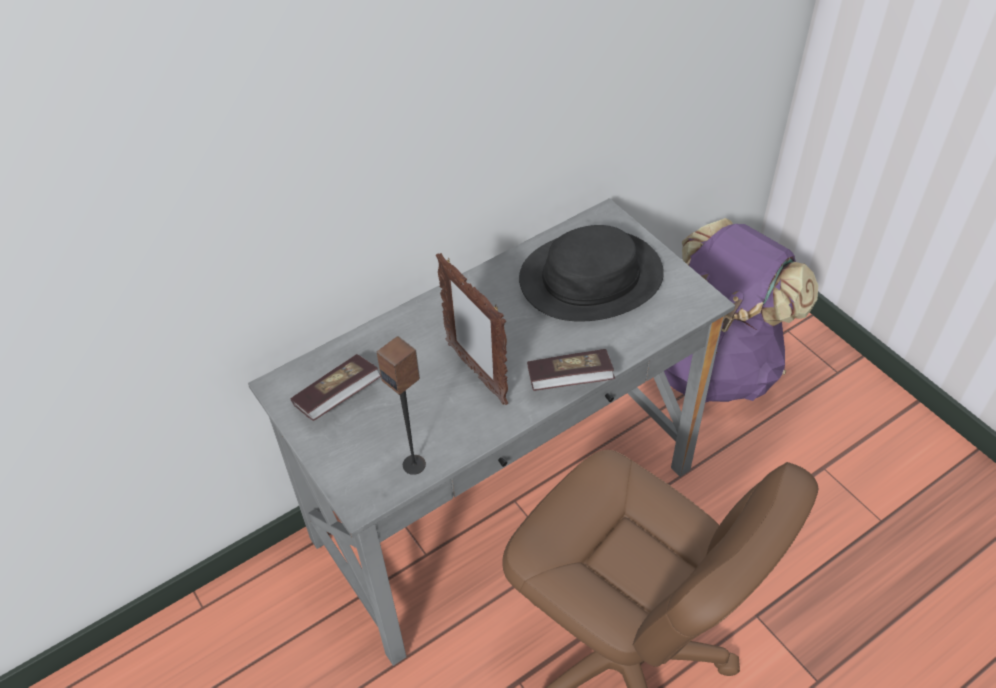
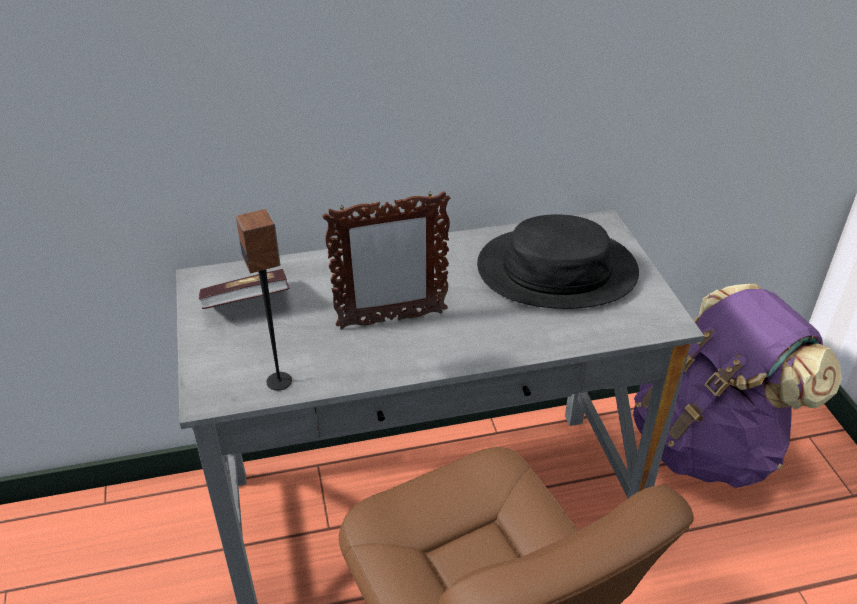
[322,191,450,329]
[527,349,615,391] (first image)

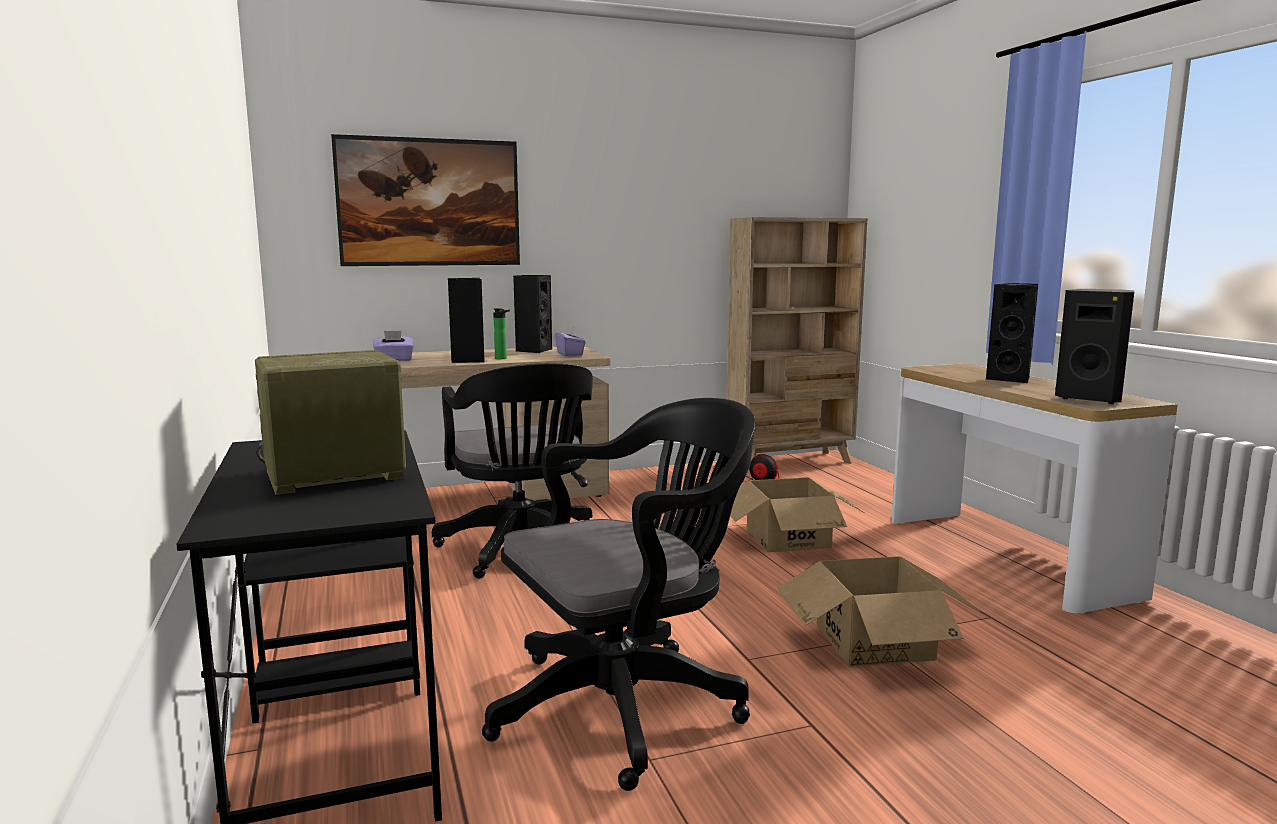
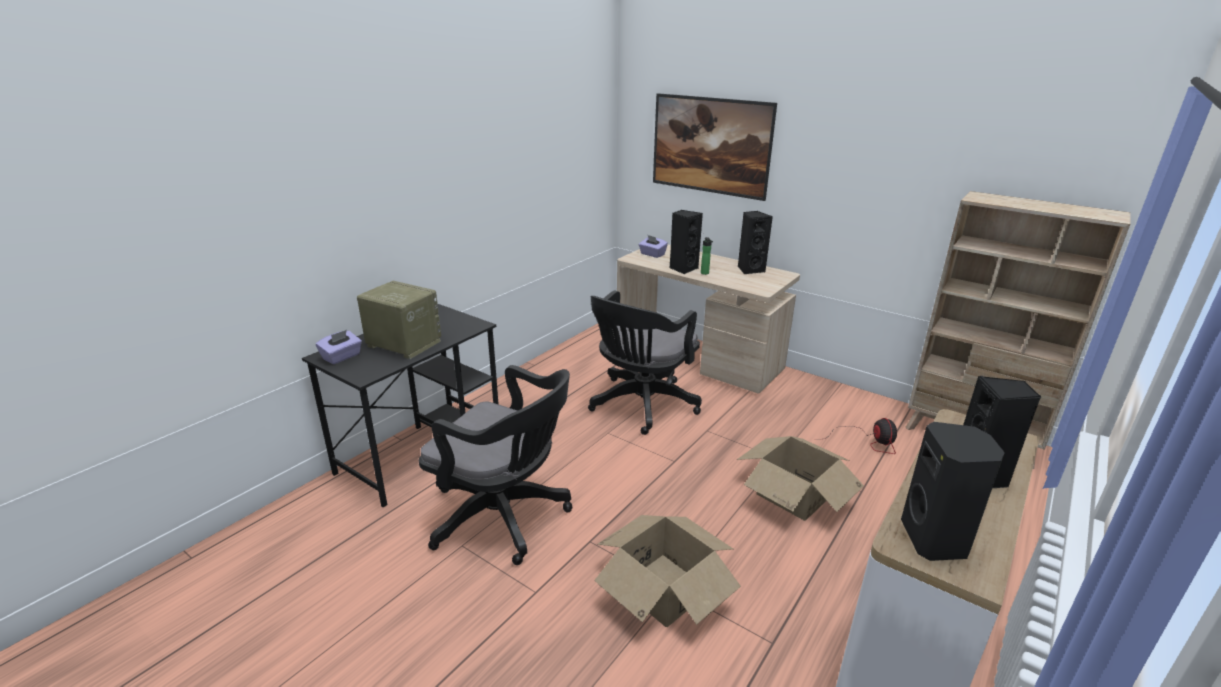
[316,330,362,364]

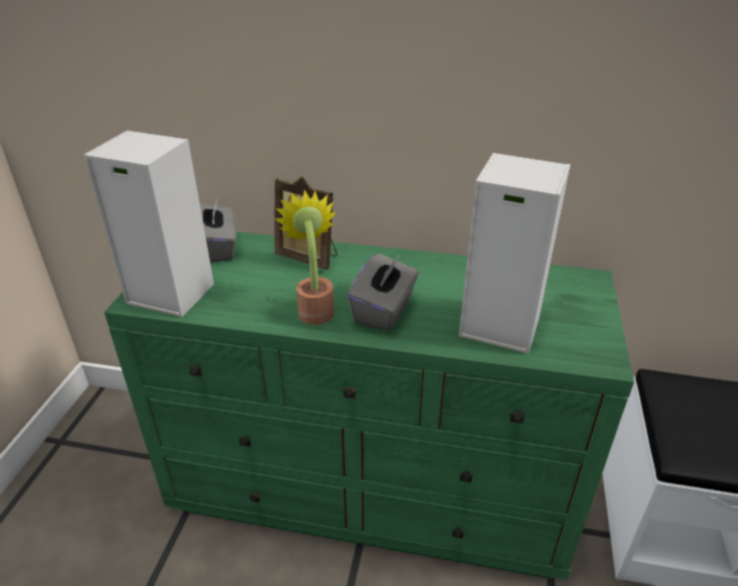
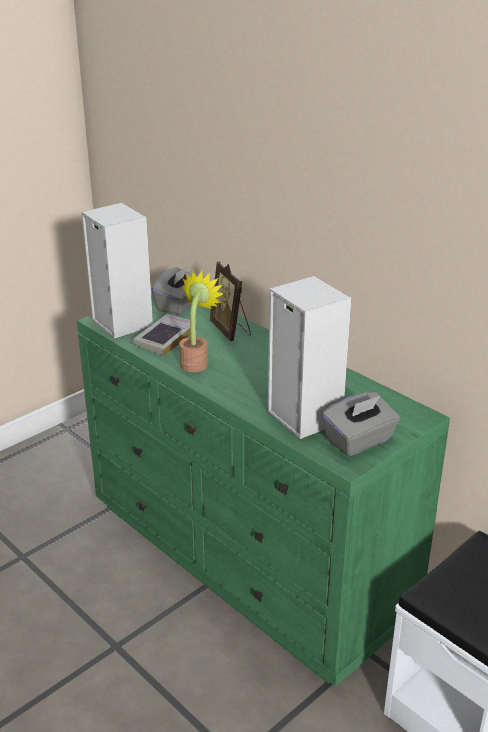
[322,392,400,456]
[133,314,197,356]

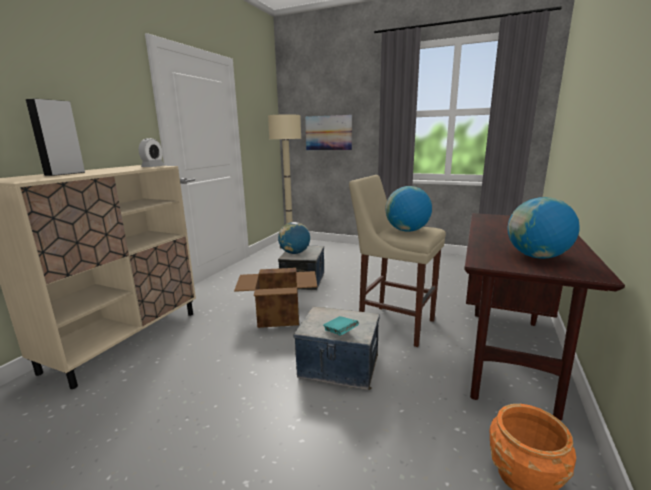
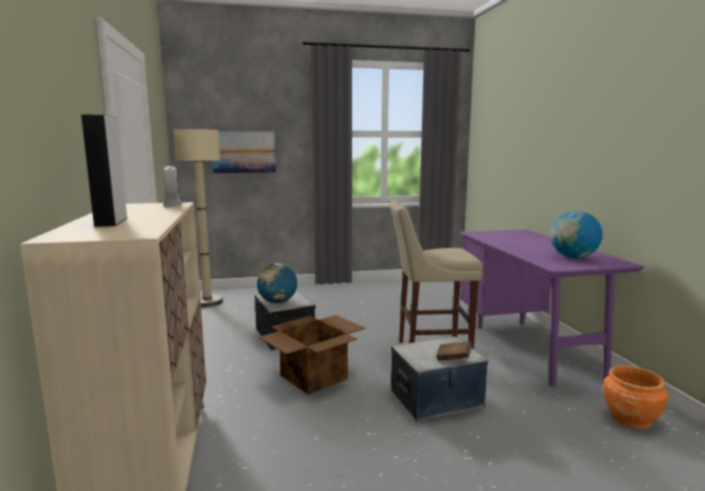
[385,186,432,232] (first image)
[459,229,644,386]
[436,341,472,361]

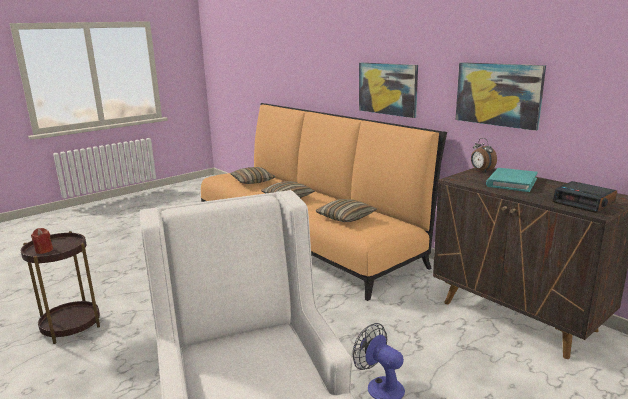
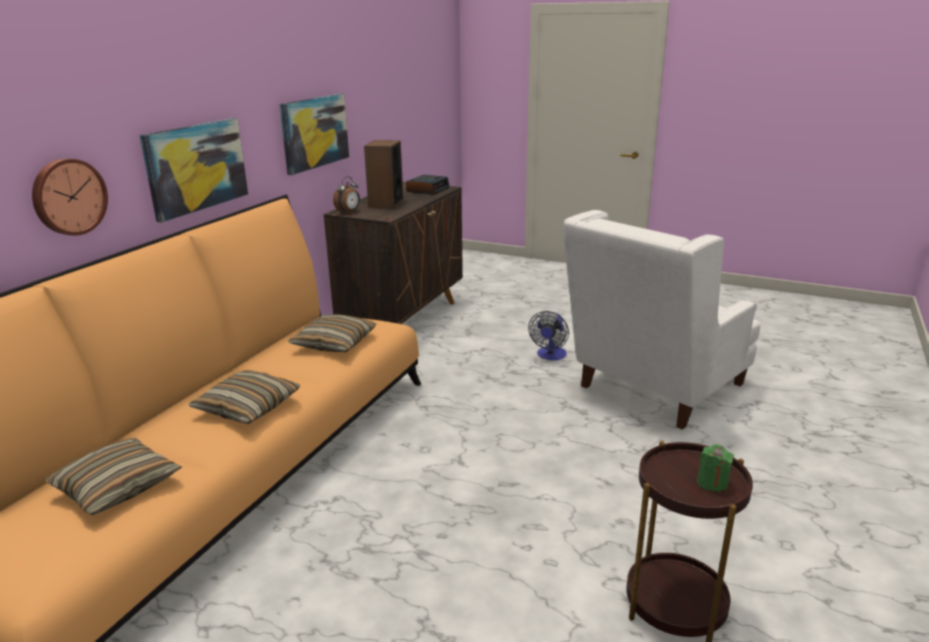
[364,140,403,209]
[697,444,734,492]
[32,158,108,236]

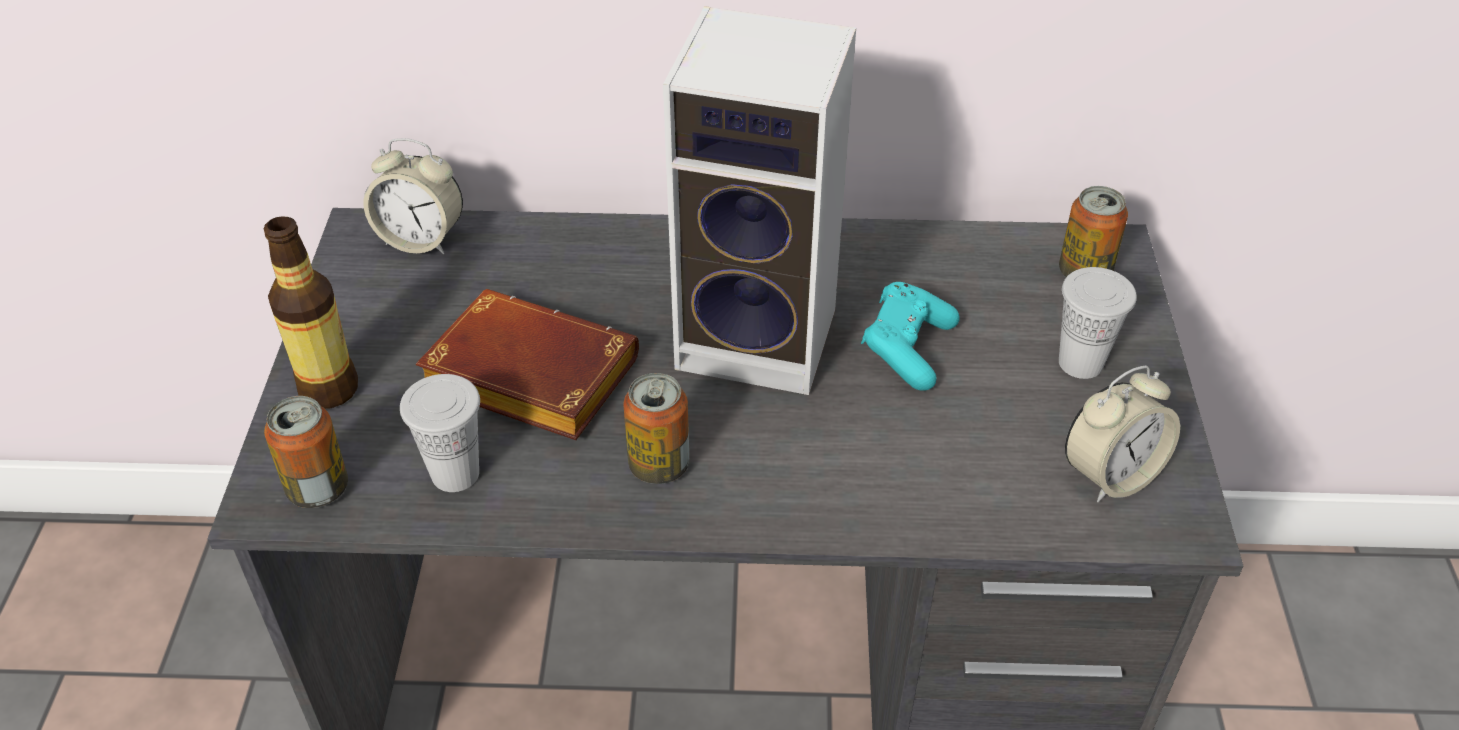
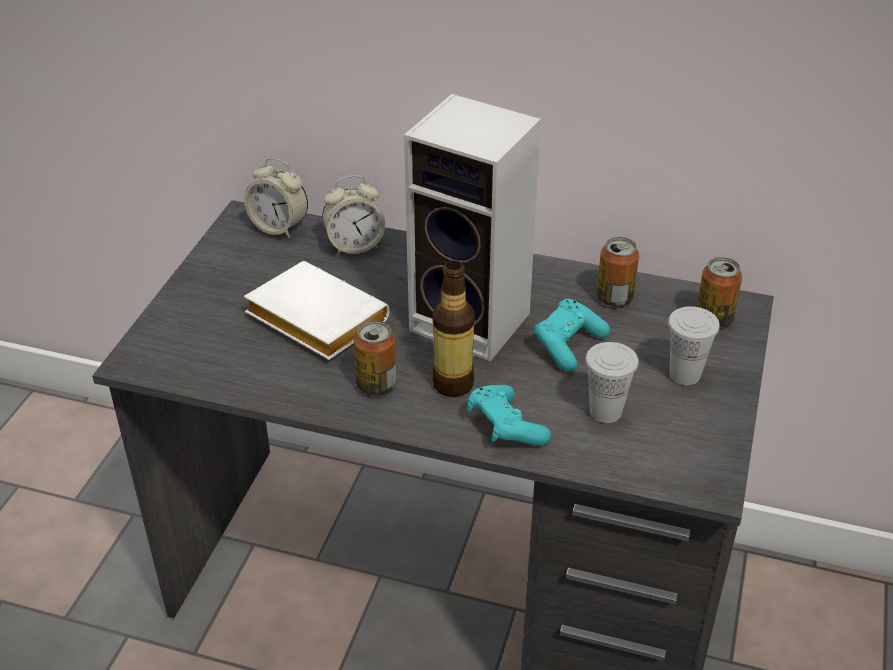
[432,261,475,397]
[244,261,390,360]
[322,175,385,255]
[586,342,639,423]
[596,237,639,307]
[467,385,551,446]

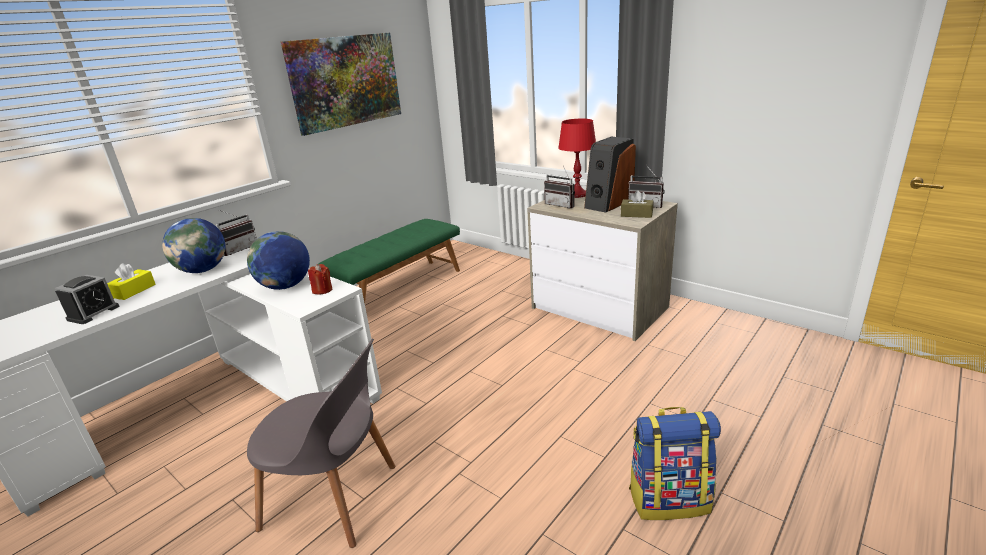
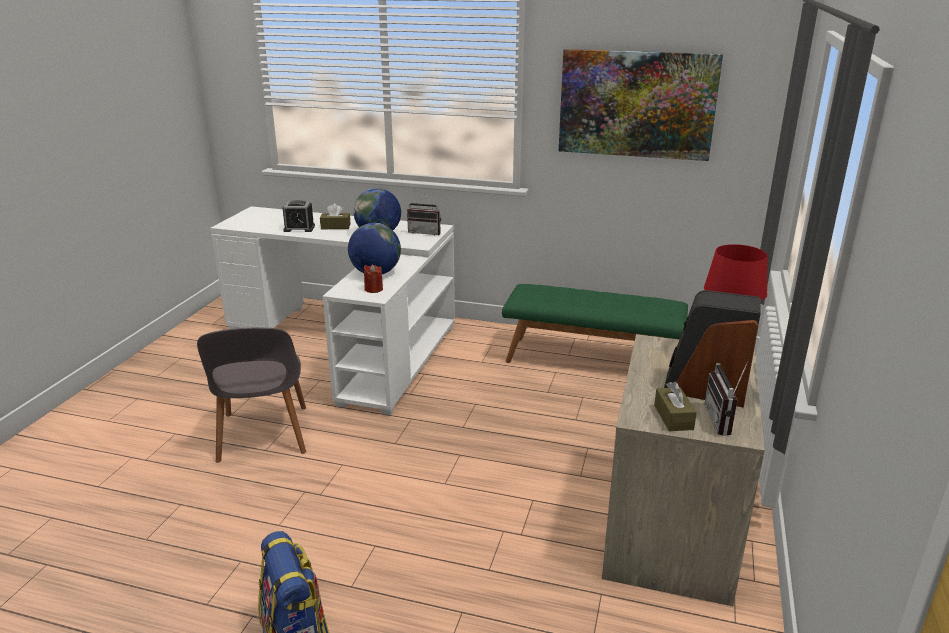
[544,166,575,208] (first image)
[320,204,351,229]

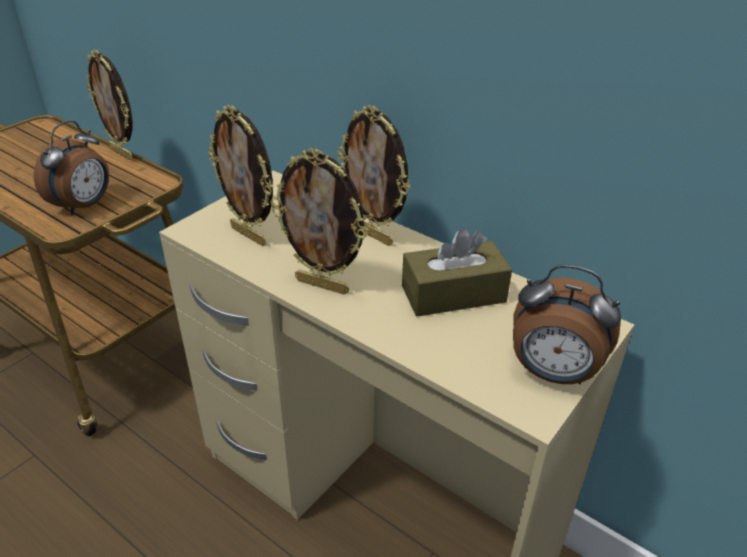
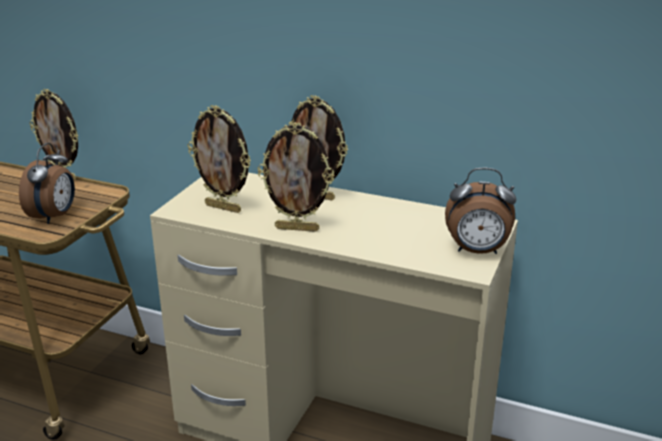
[402,228,512,317] (first image)

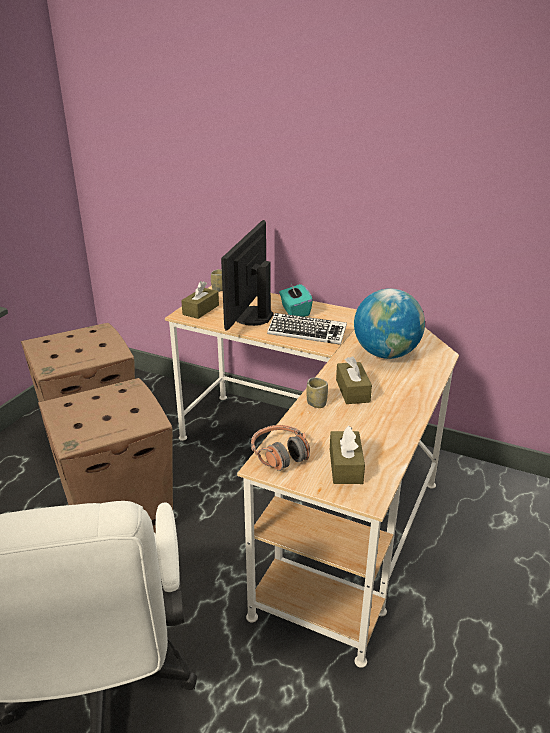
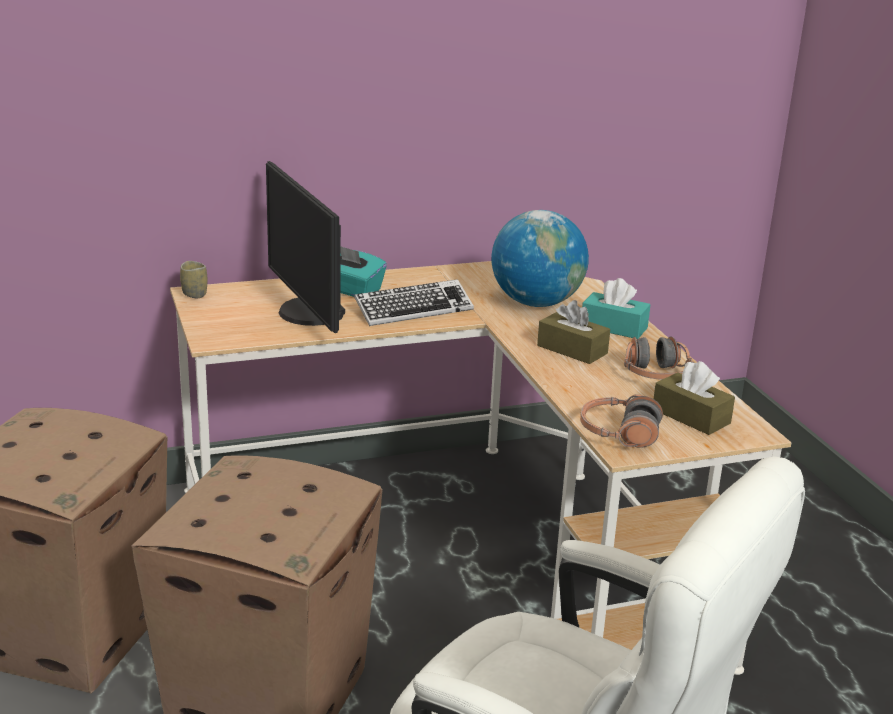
[181,281,219,319] (first image)
[306,378,328,408] (first image)
[582,278,651,339]
[624,336,694,380]

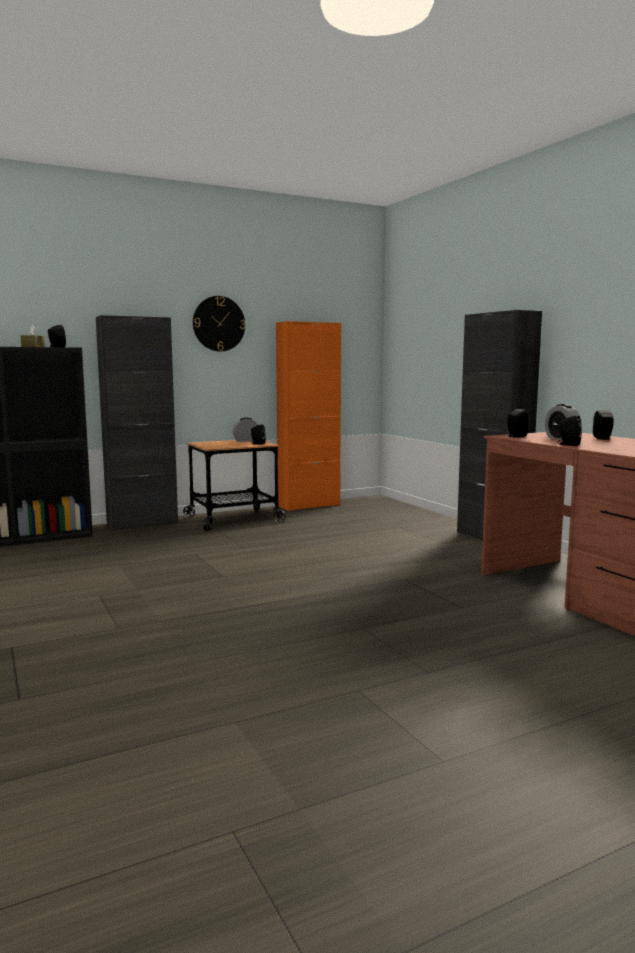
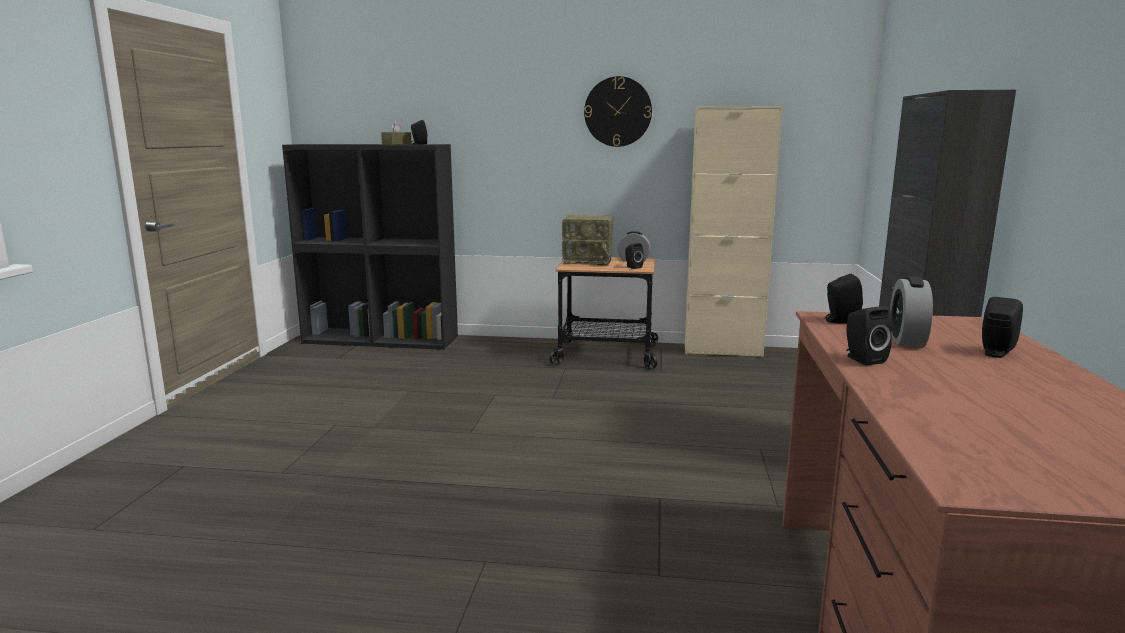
[96,315,178,531] (first image)
[685,106,782,358]
[562,215,613,266]

